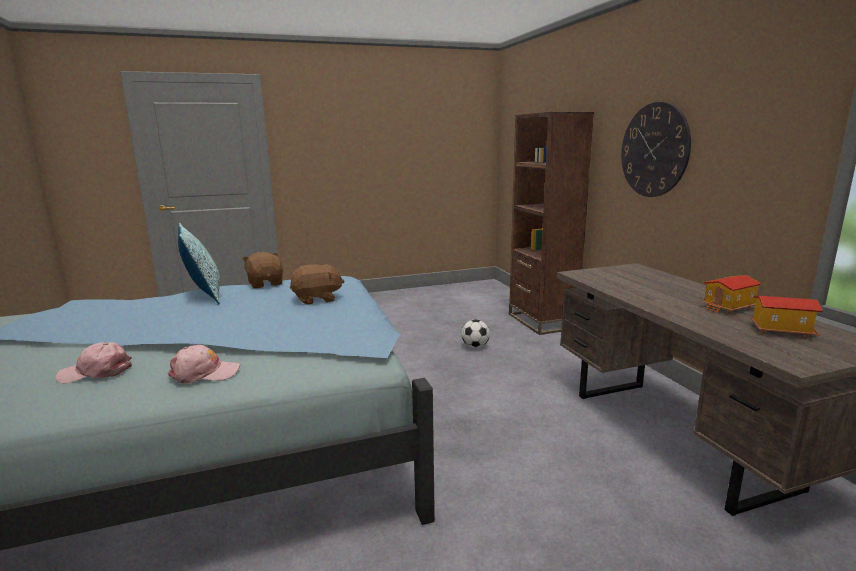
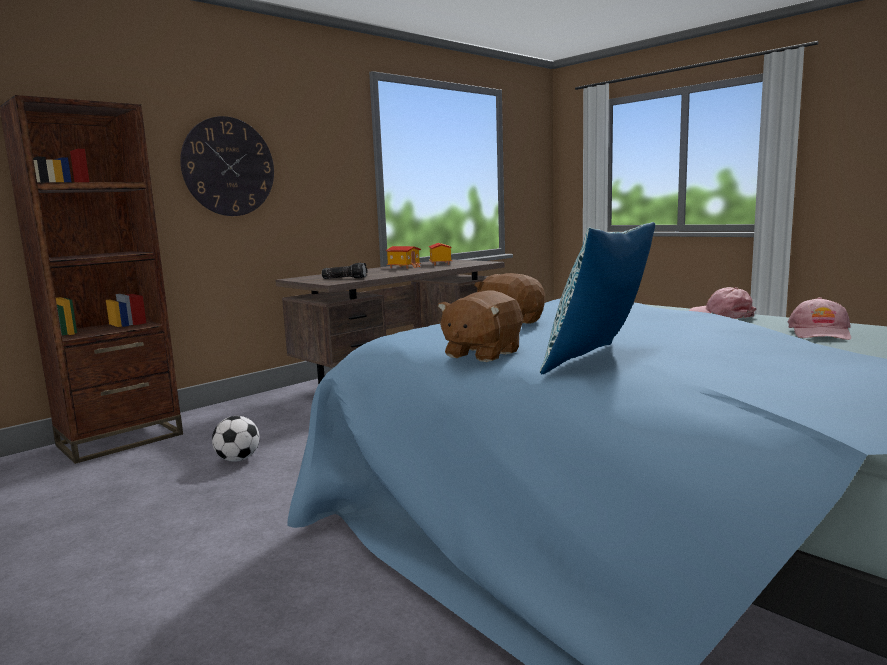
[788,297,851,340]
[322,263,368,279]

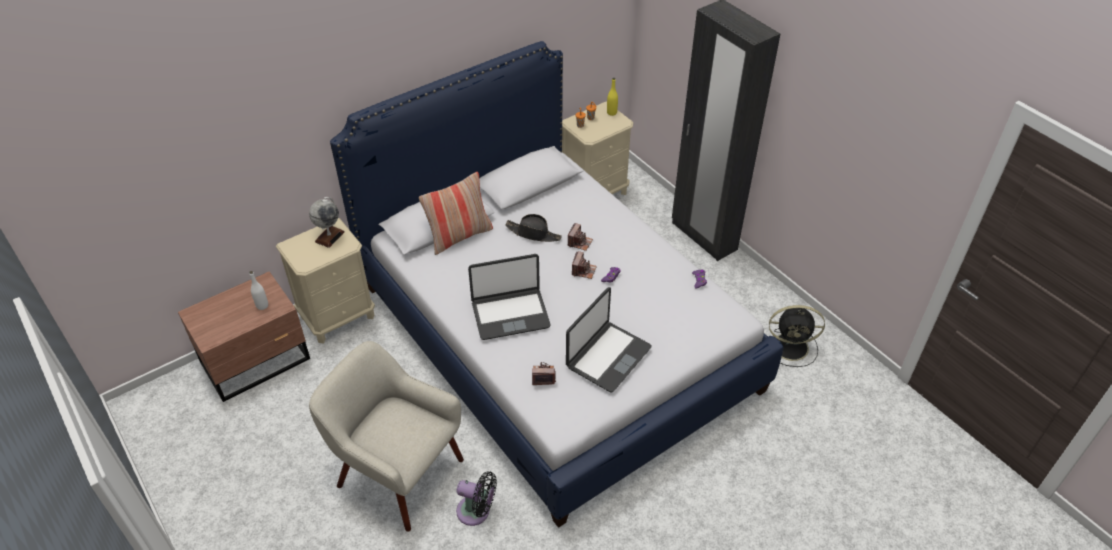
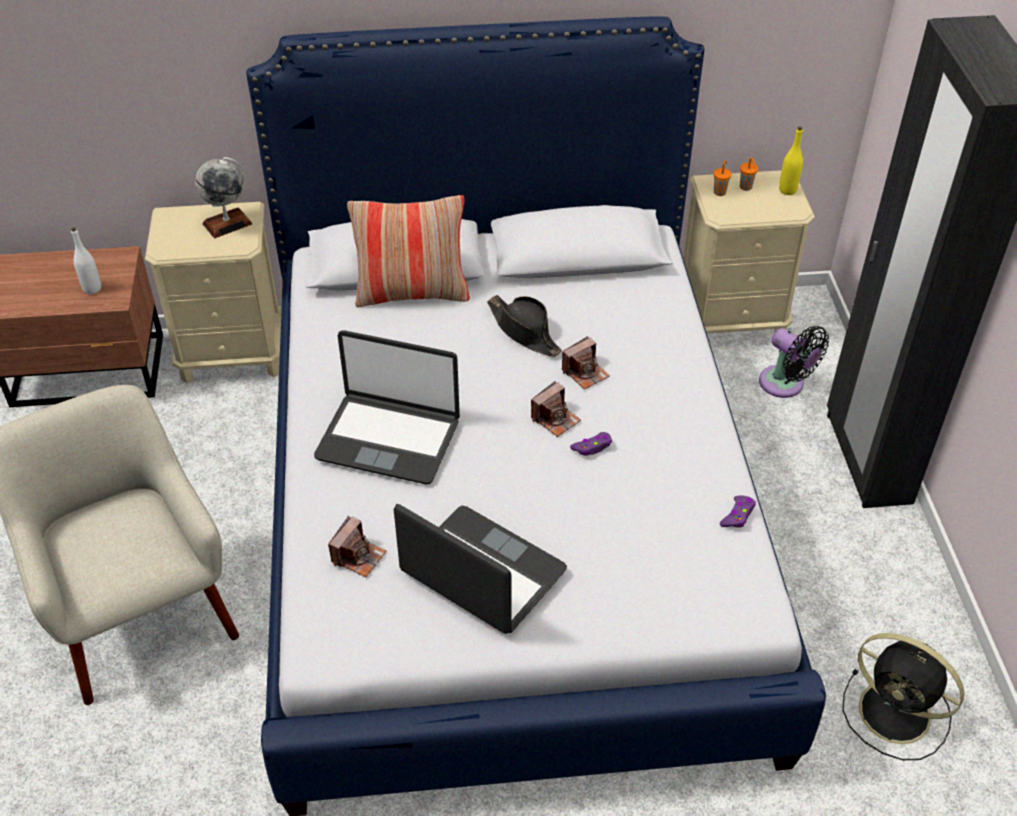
[394,504,567,634]
[328,516,387,577]
[759,326,829,398]

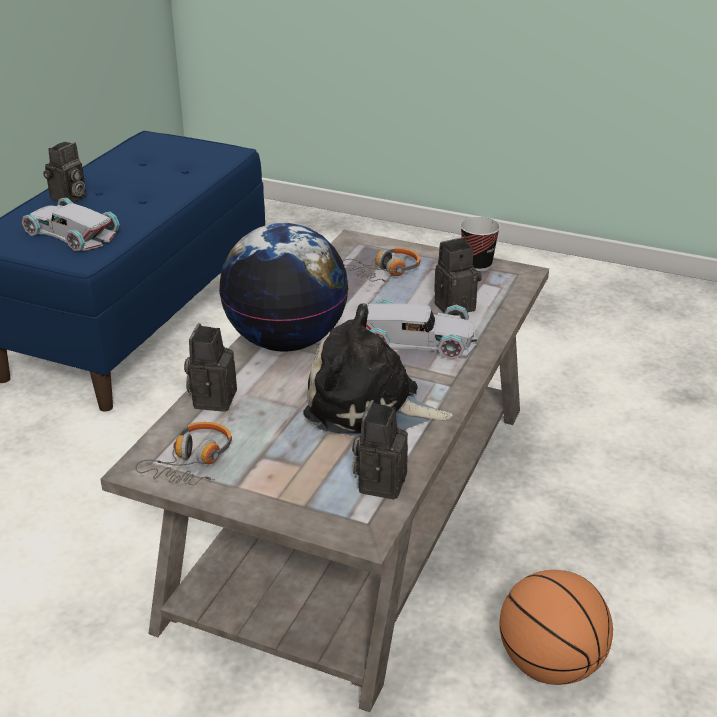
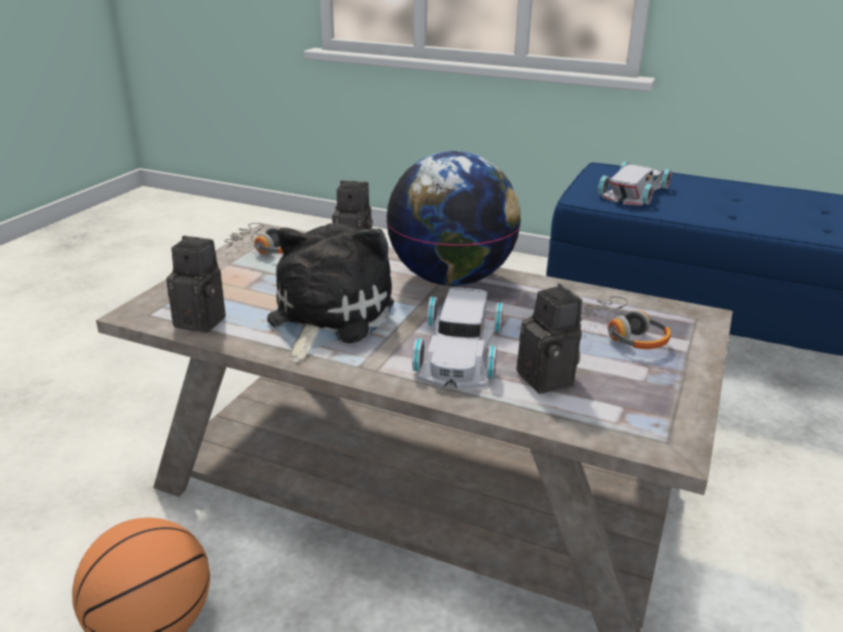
[43,142,86,205] (first image)
[460,217,500,271] (first image)

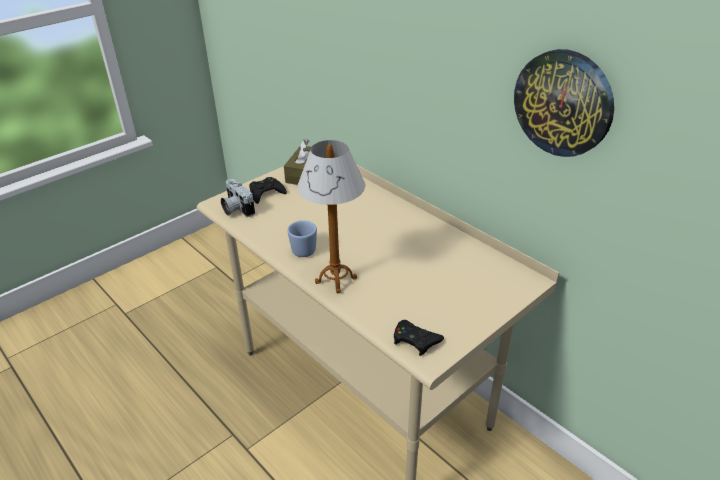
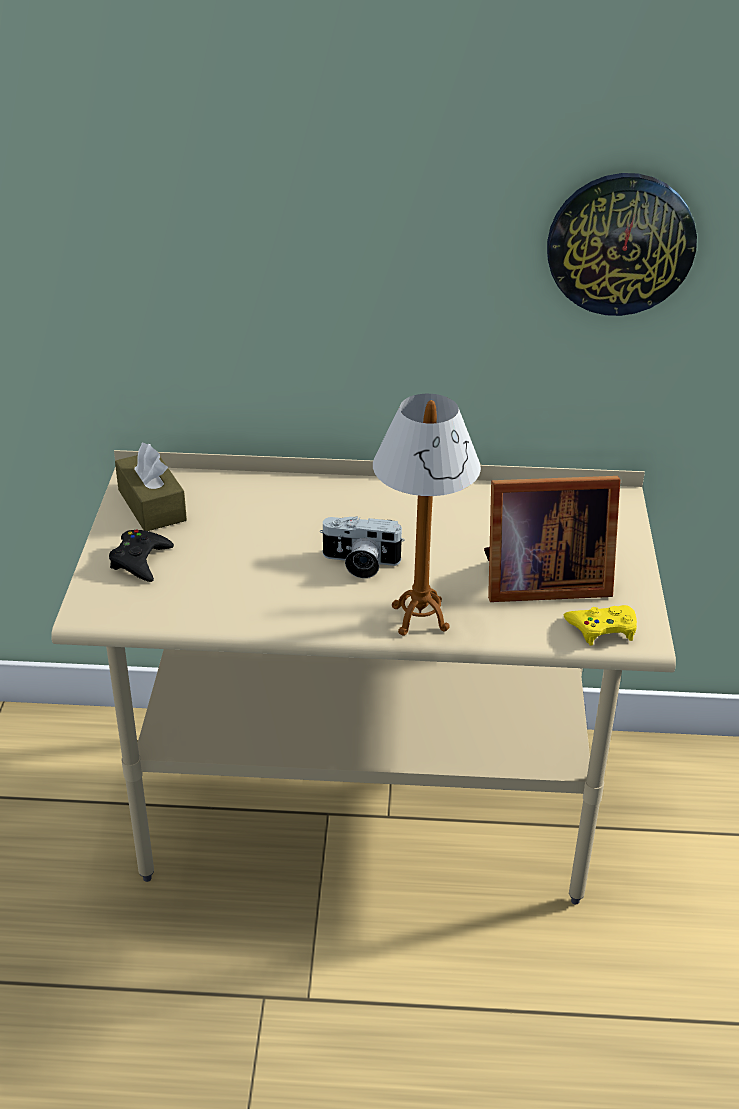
[320,516,405,578]
[287,220,317,257] (first image)
[564,605,637,646]
[484,476,620,602]

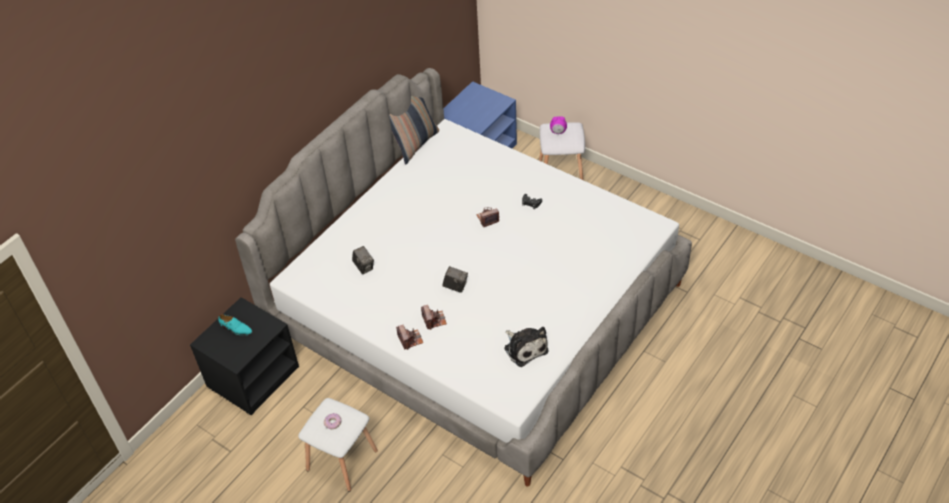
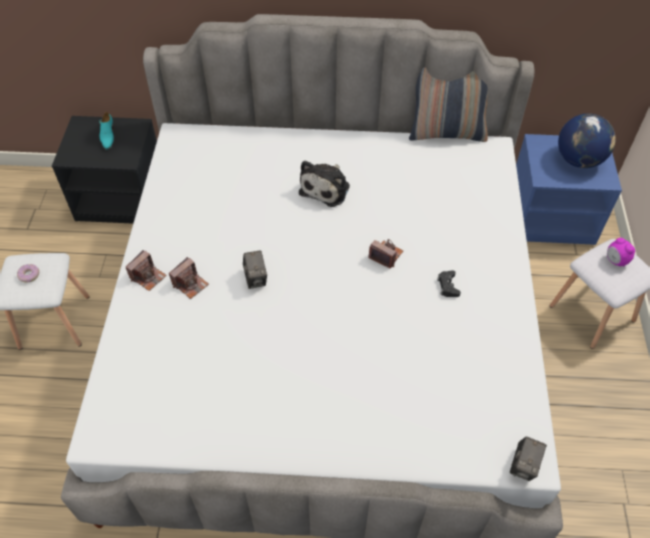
[510,437,546,481]
[299,160,350,207]
[558,113,616,168]

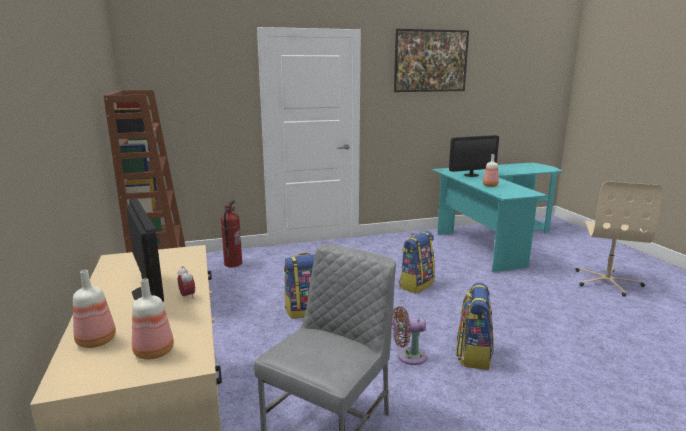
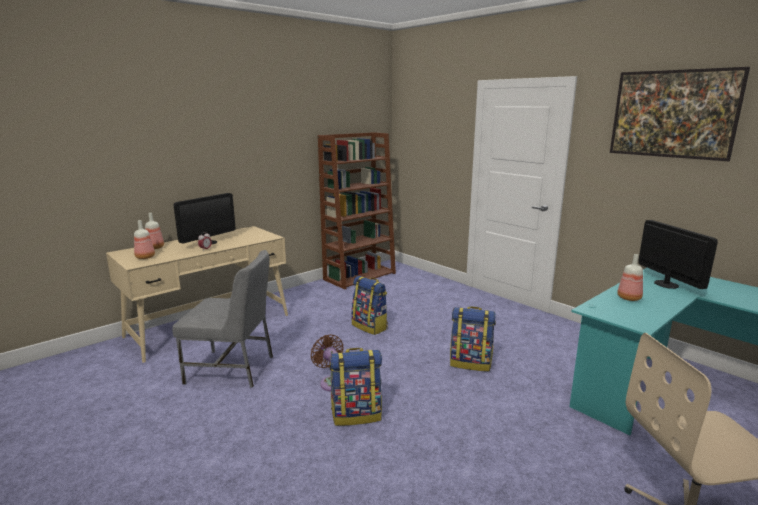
[638,220,718,289]
[221,200,242,267] (first image)

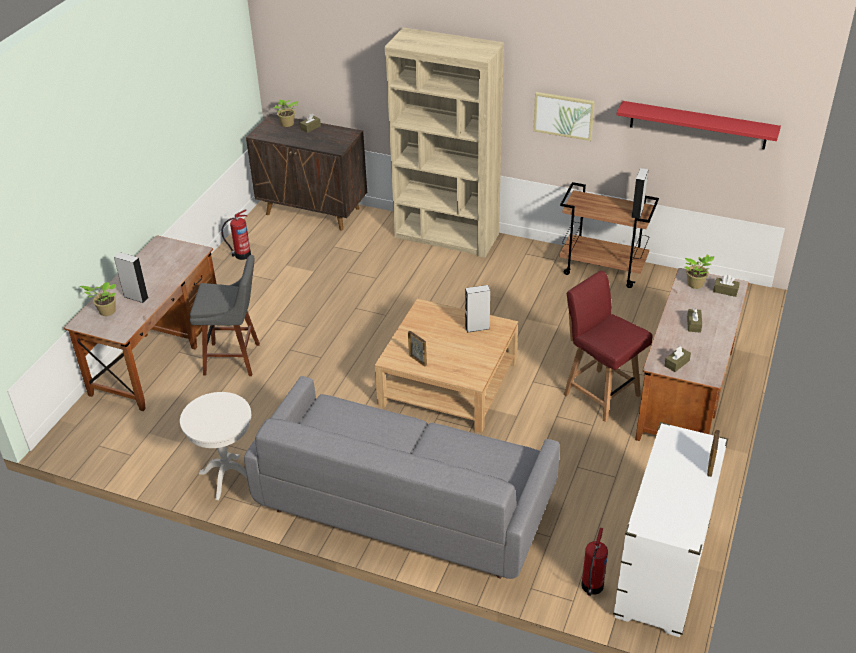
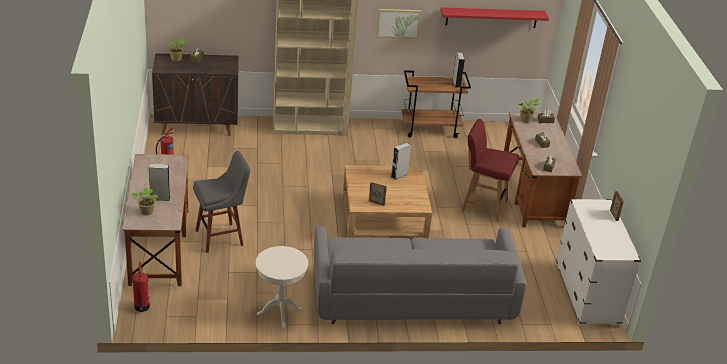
[133,262,150,312]

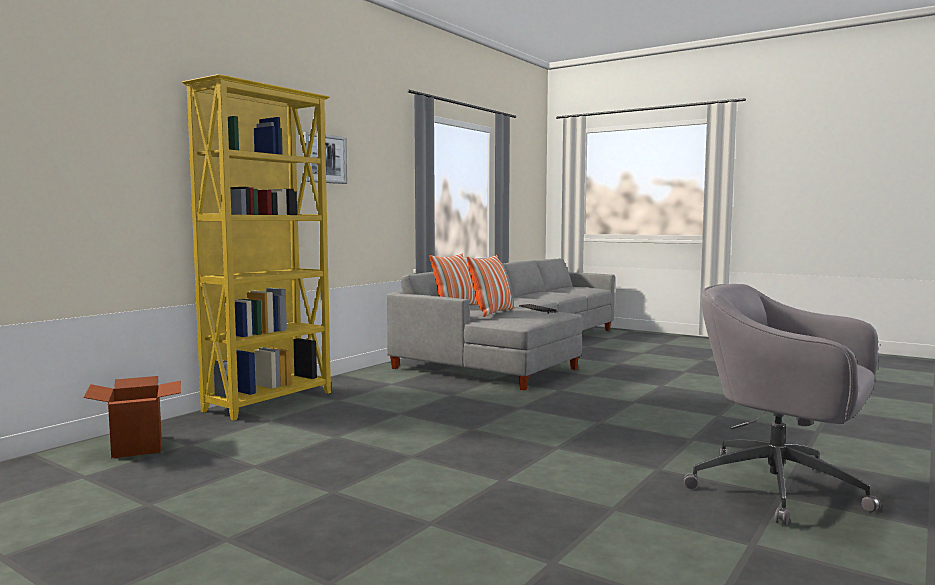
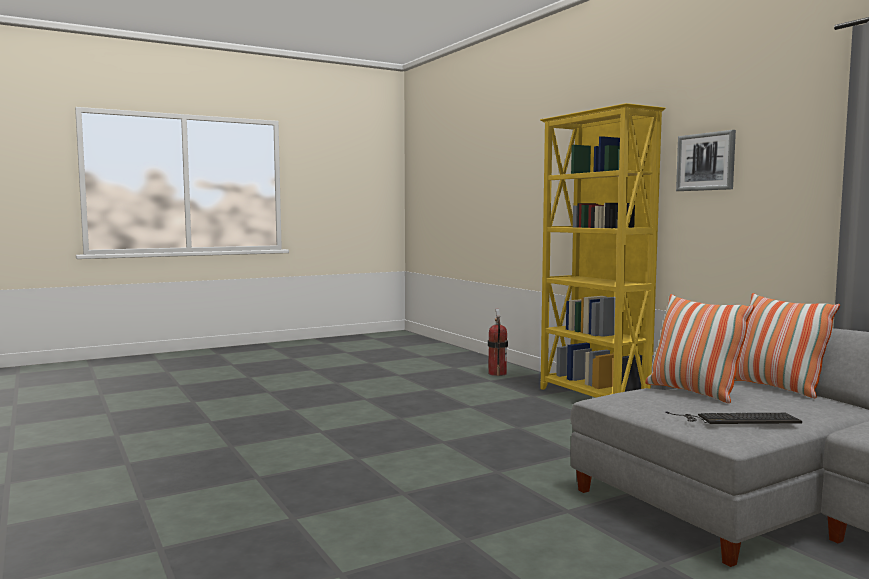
[684,284,881,526] (first image)
[488,308,508,376]

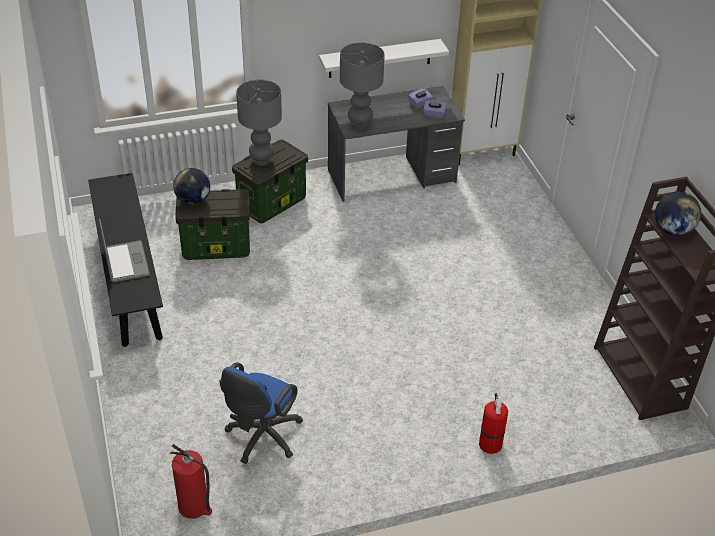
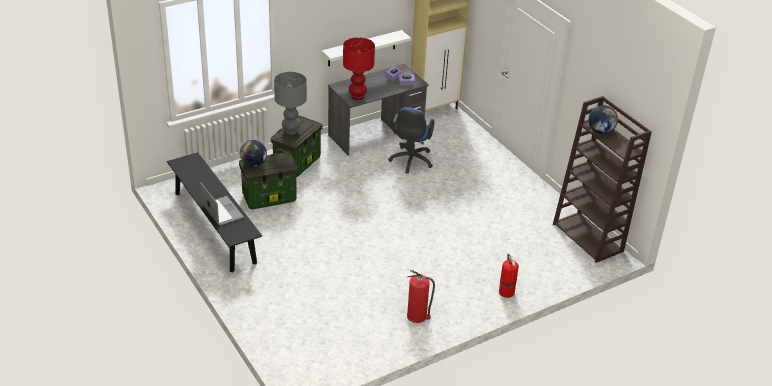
[343,37,375,100]
[388,107,434,174]
[407,270,435,323]

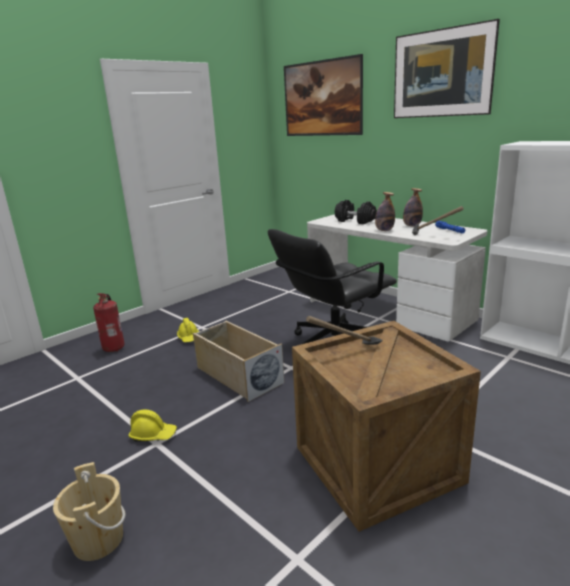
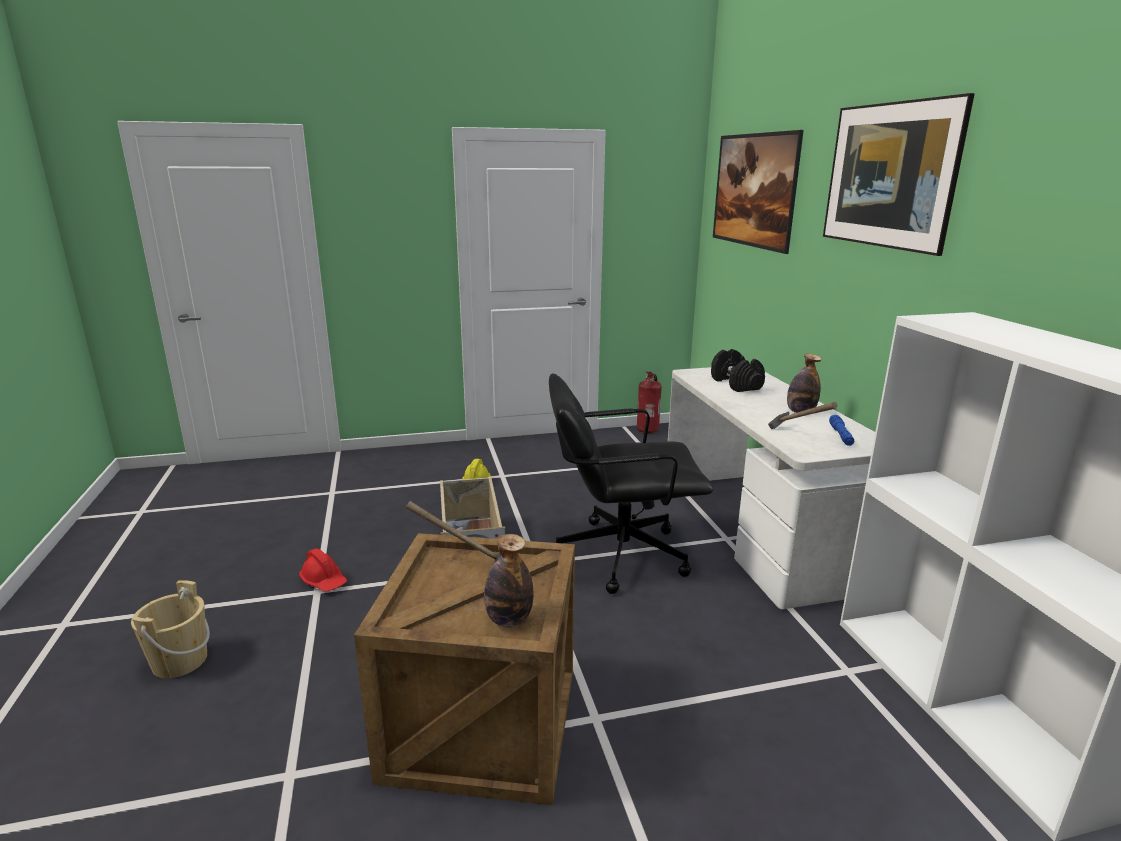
[484,534,533,627]
[637,371,662,434]
[299,549,347,592]

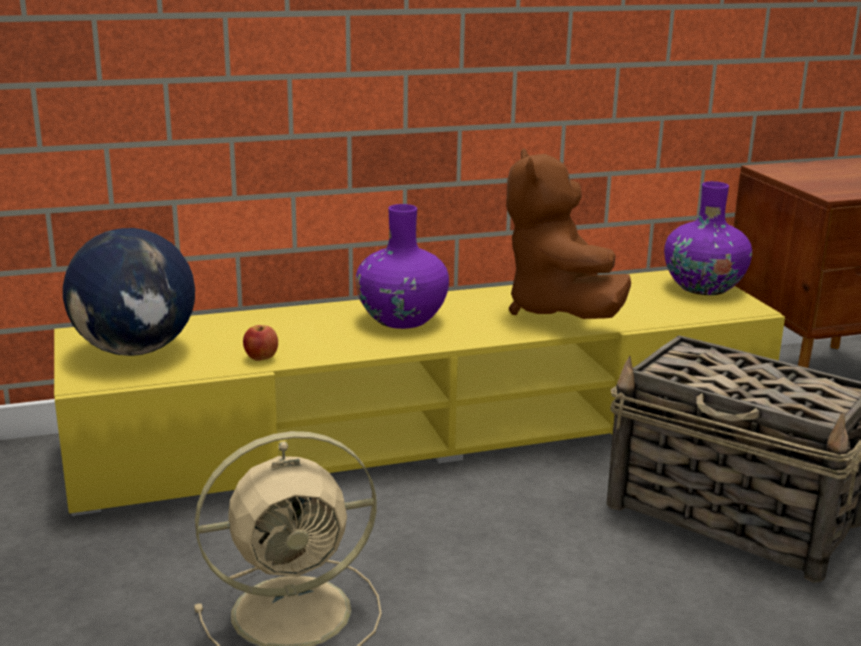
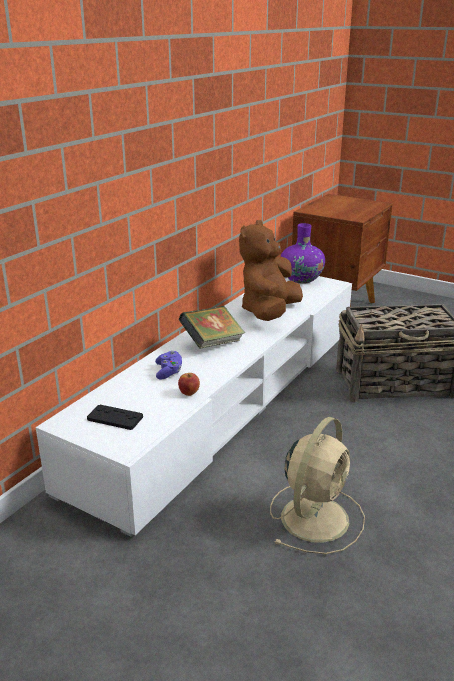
[239,220,303,321]
[179,306,245,349]
[87,405,143,430]
[36,276,352,537]
[155,351,182,380]

